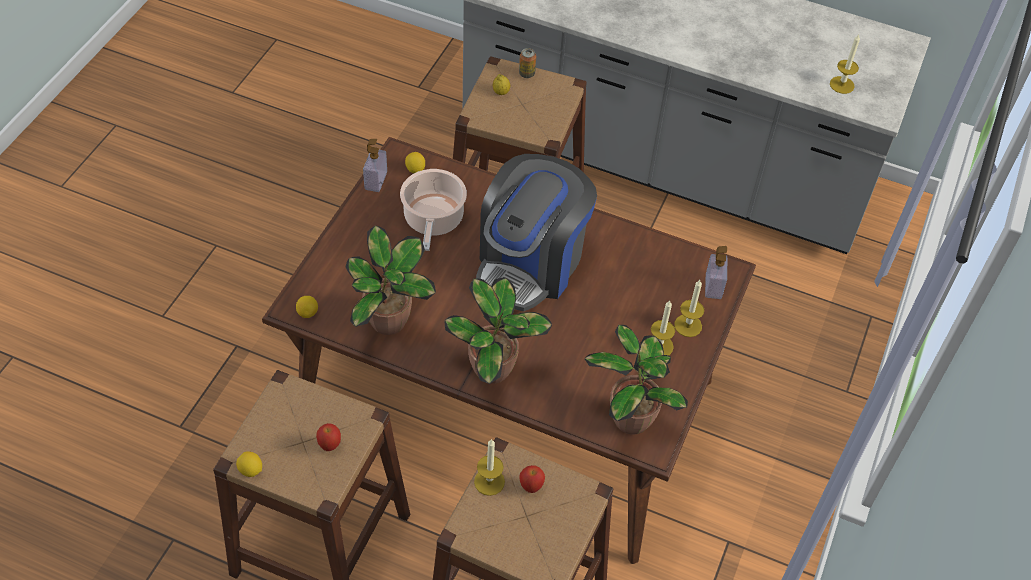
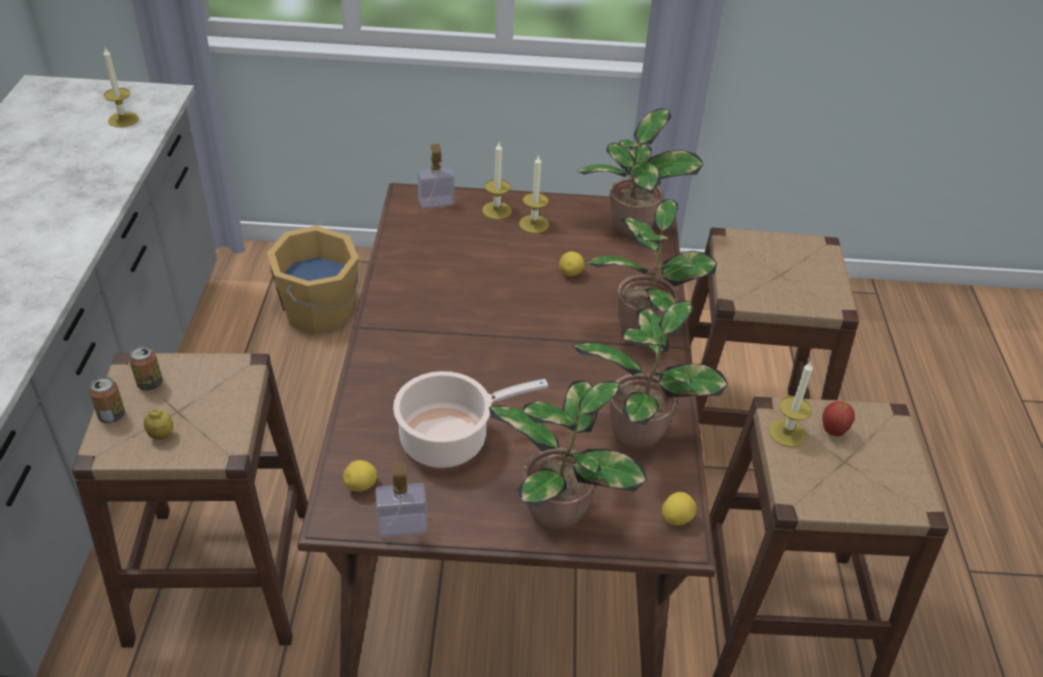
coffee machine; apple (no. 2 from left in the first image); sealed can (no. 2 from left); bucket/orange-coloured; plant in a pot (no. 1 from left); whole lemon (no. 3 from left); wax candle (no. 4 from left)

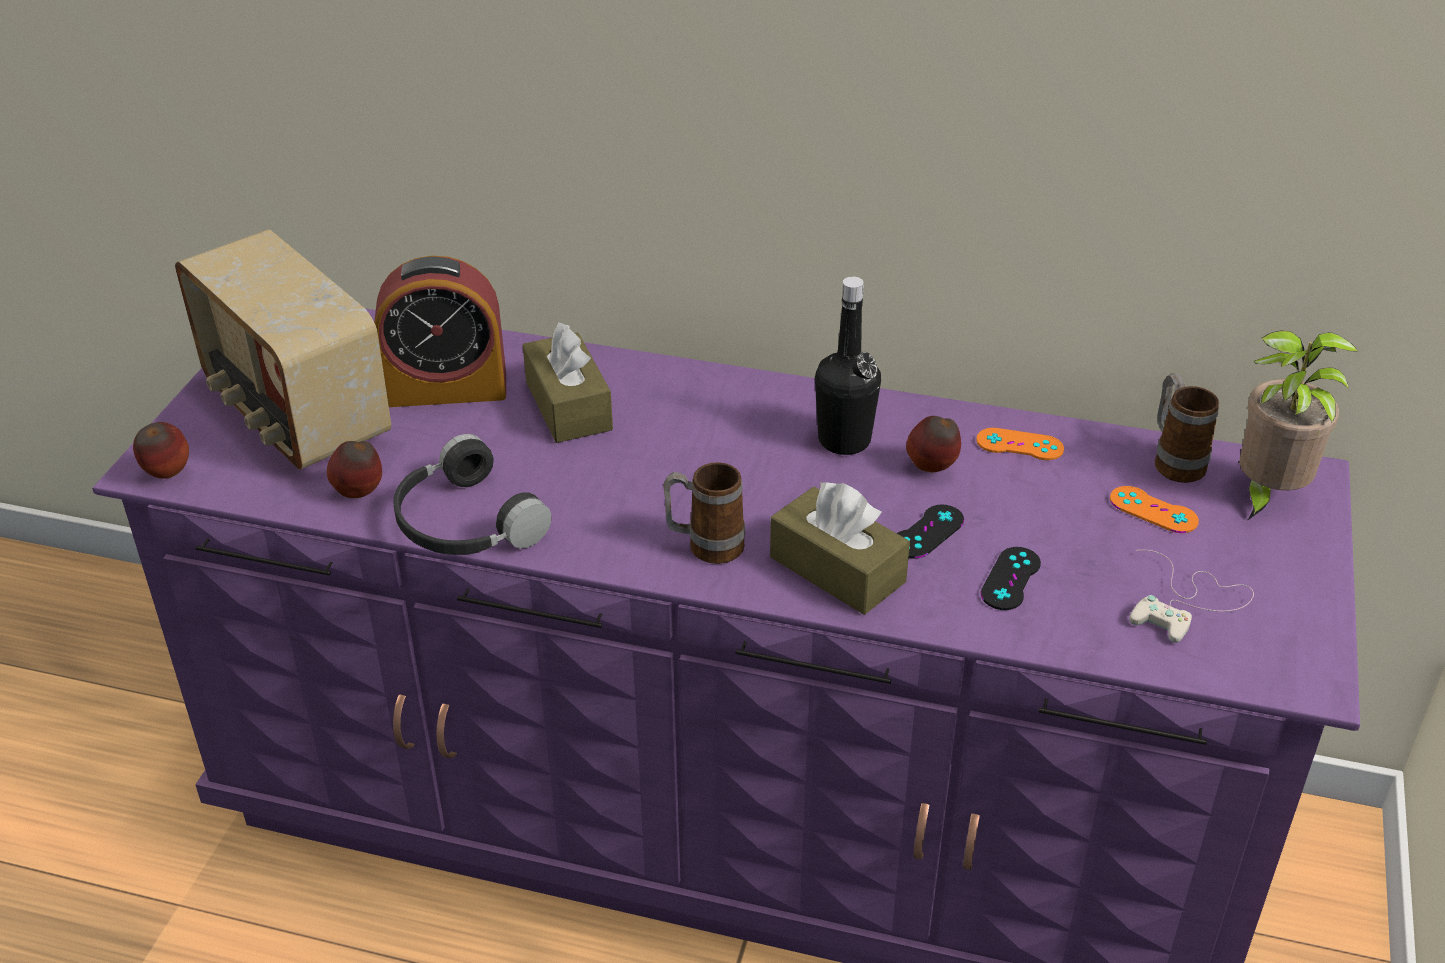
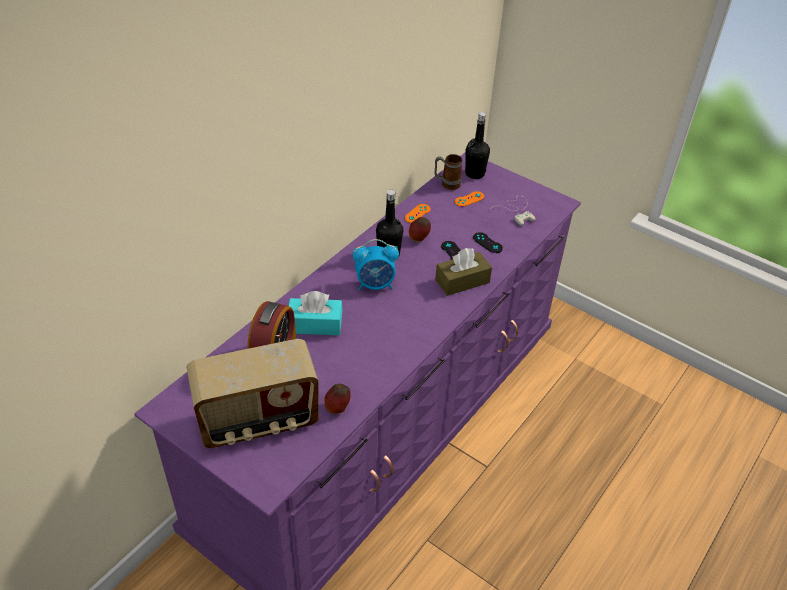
apple (no. 1 from left in the first image); headphones/black; mug (no. 1 from left in the first image); bedside clock (no. 2 from left); drink bottle/black (no. 2 from left); tissue holder/blue-green

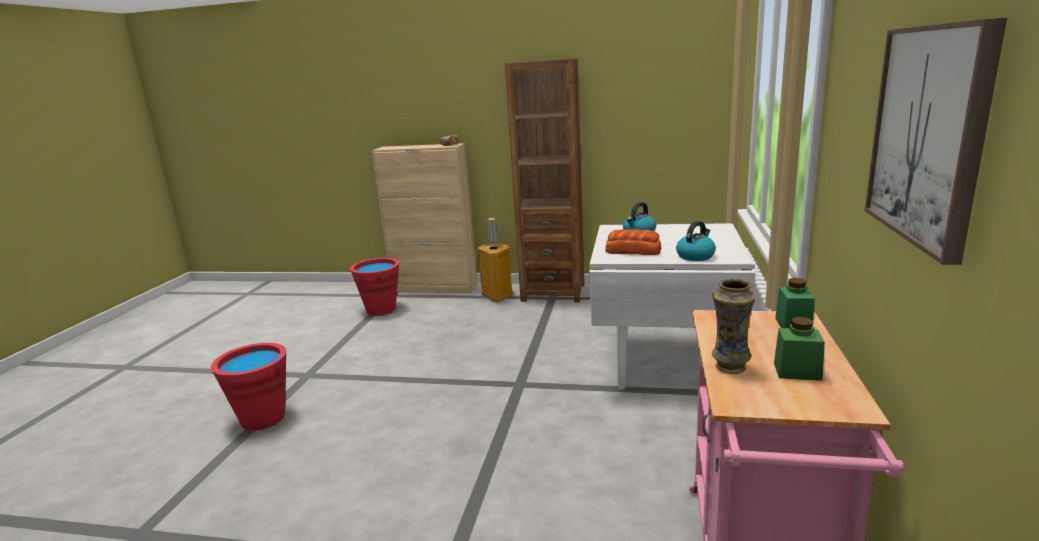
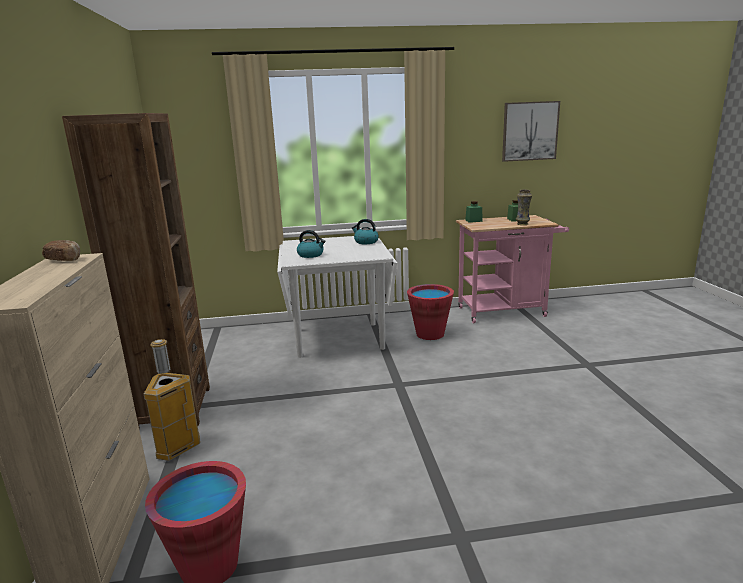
baked bread (no. 2 from left in the first image); bucket/red-coloured (no. 2 from left)

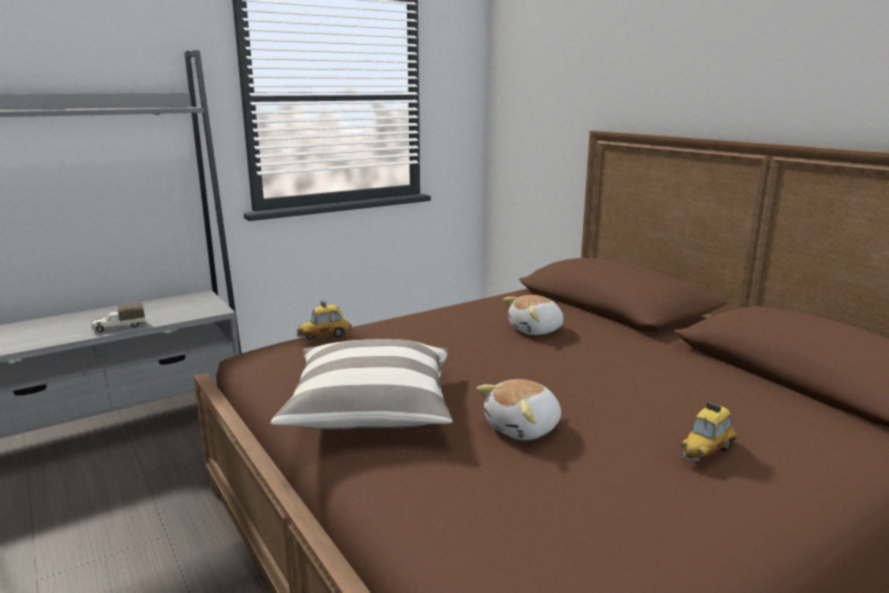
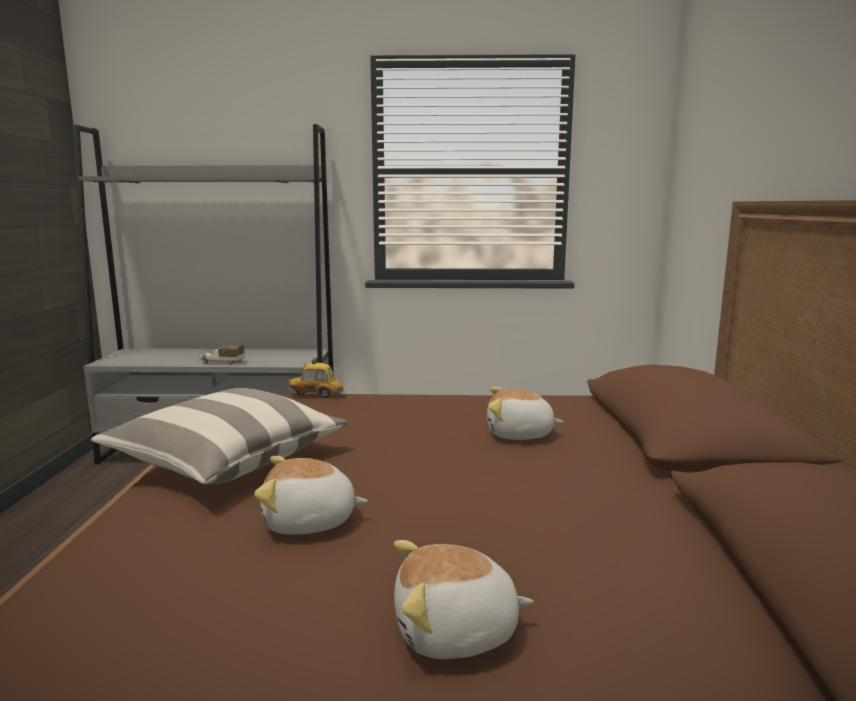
cuddly toy (no. 2 from left)

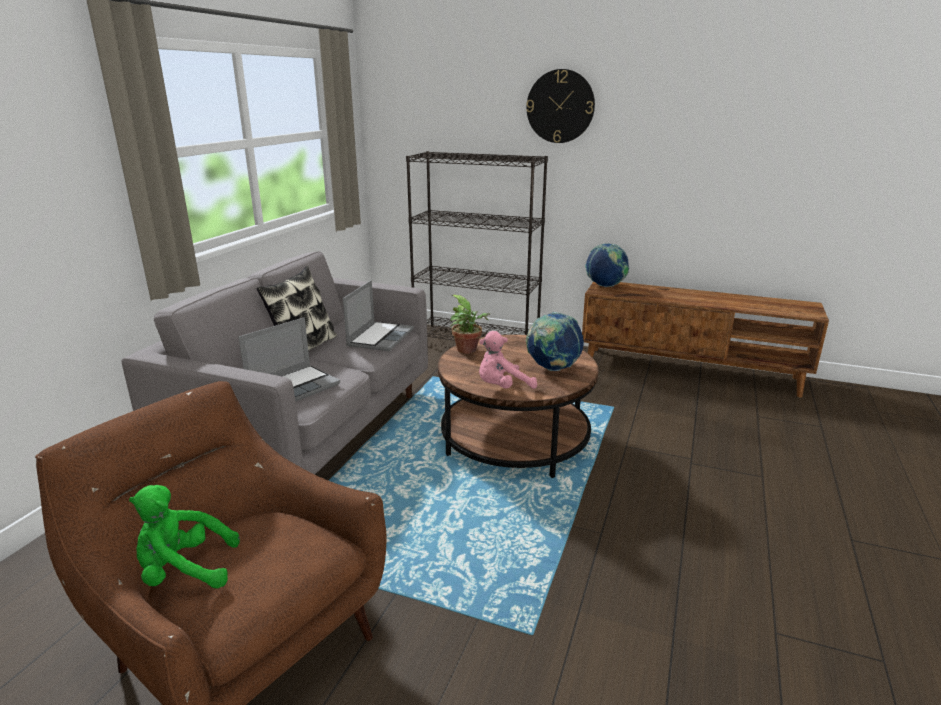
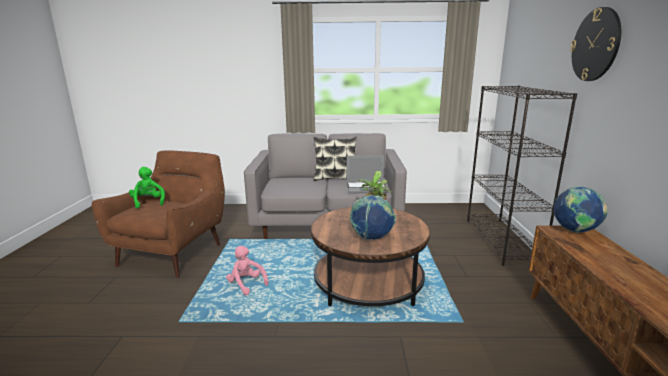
portable computer (no. 1 from left in the first image); cuddly toy/pinkish

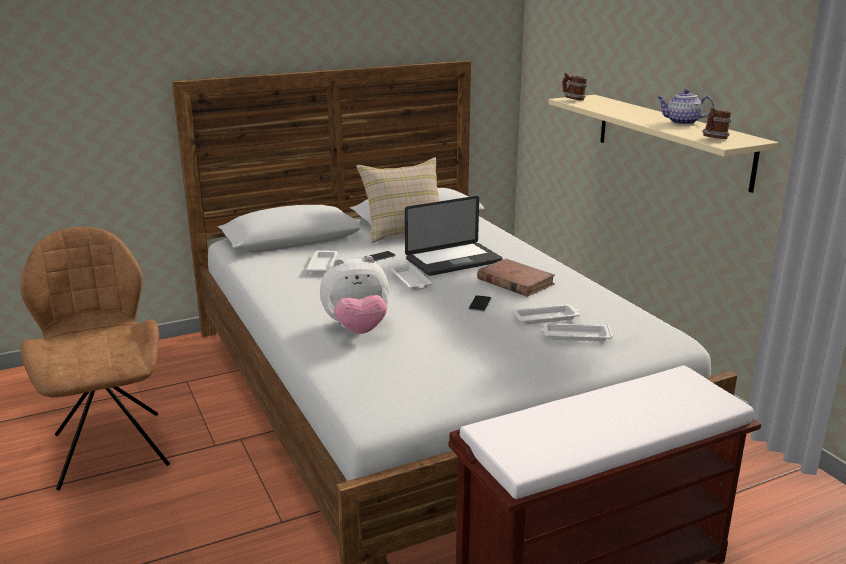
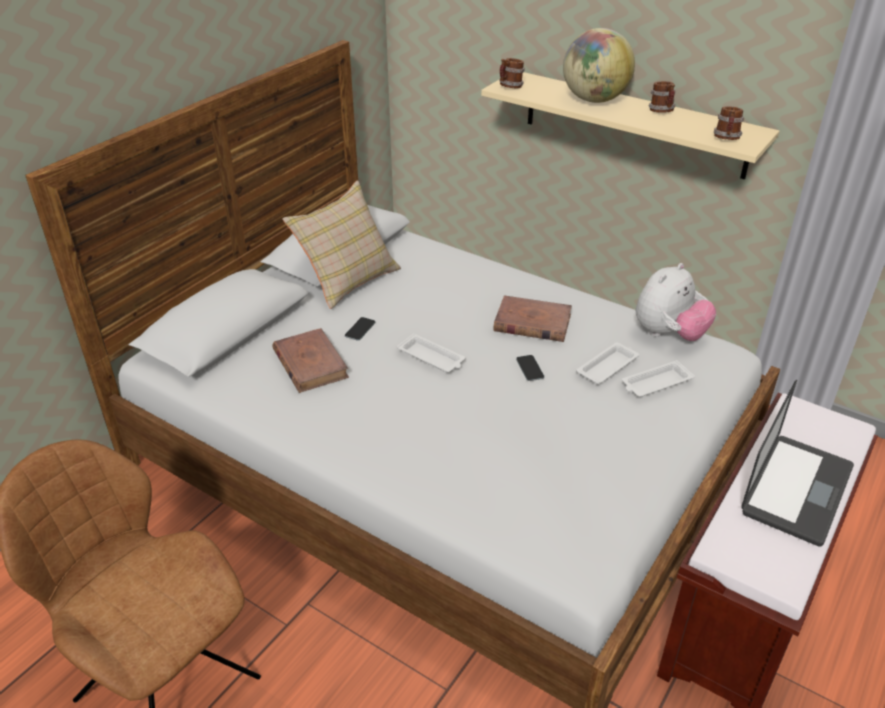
desk globe; cuddly toy; portable computer; book/brown (no. 1 from left); mug (no. 2 from left)

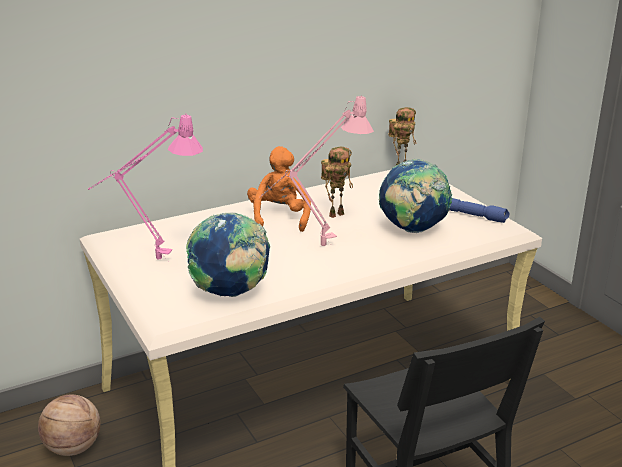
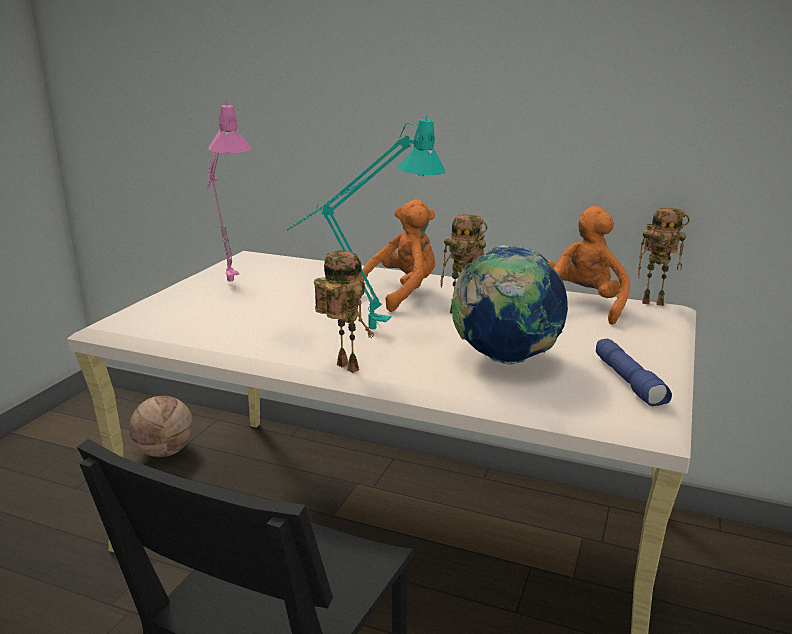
desk globe (no. 1 from left in the first image); model robot (no. 1 from left); cuddly toy/orange-coloured (no. 2 from left); lamp for a table/blue-green

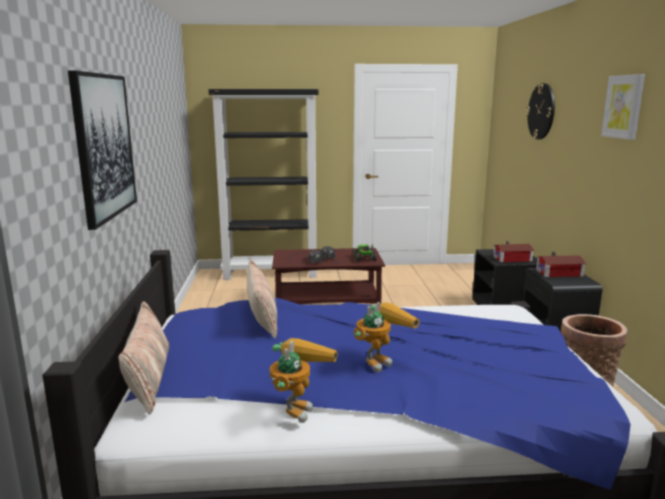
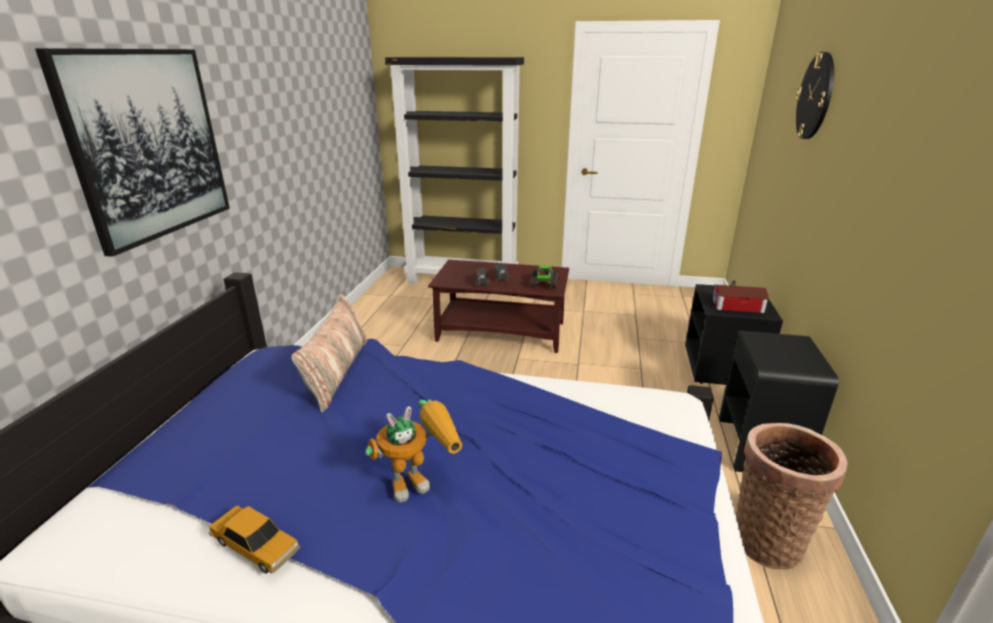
pillow (no. 1 from left in the first image); miniature house (no. 2 from left in the first image); picture (no. 2 from left in the first image); miniature car

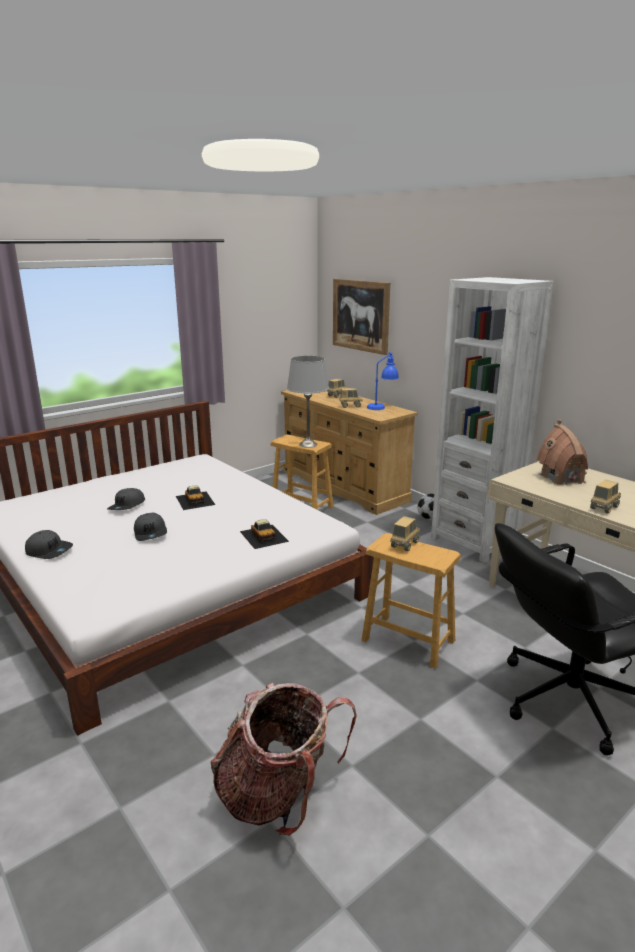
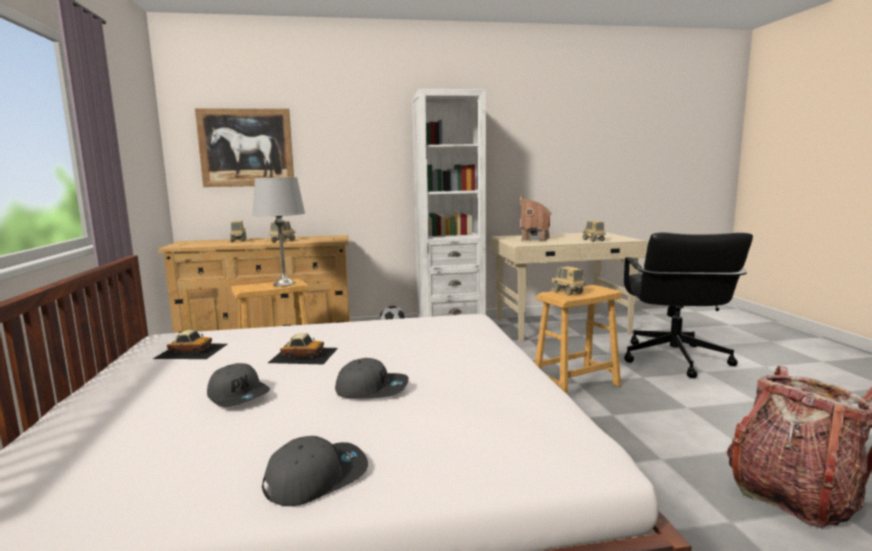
lamp for a table/blue; miniature car (no. 1 from left)

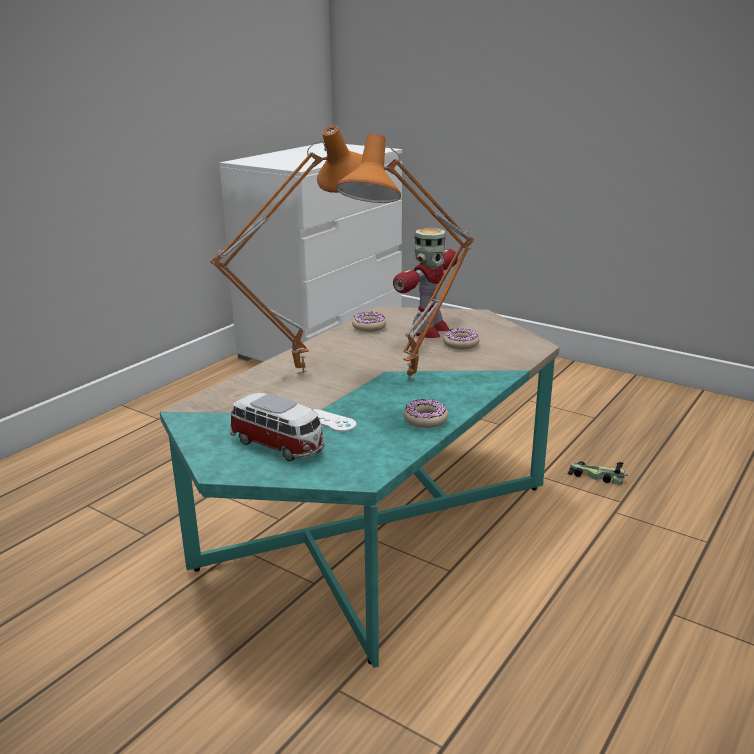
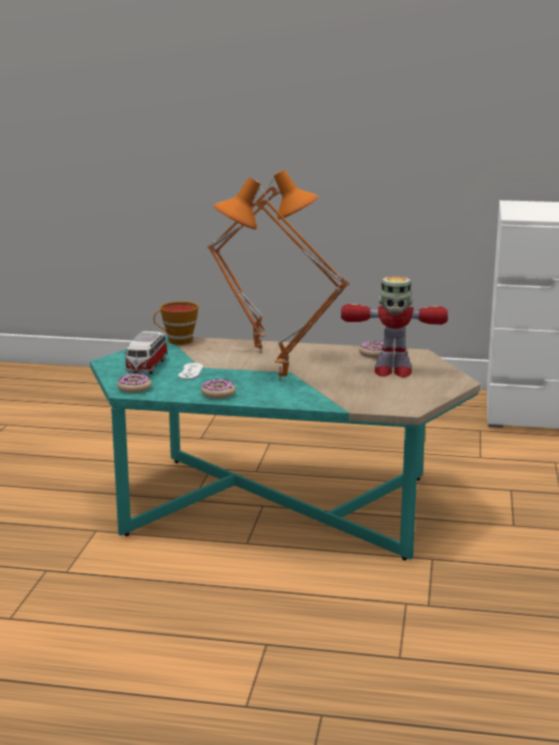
miniature car (no. 2 from left in the first image); cup; ring doughnut (no. 1 from left)

